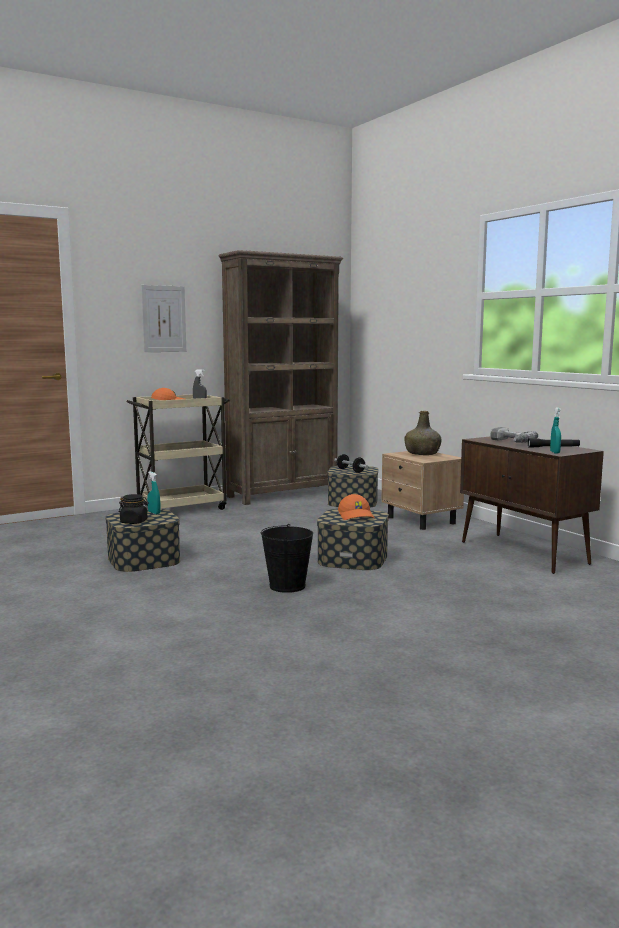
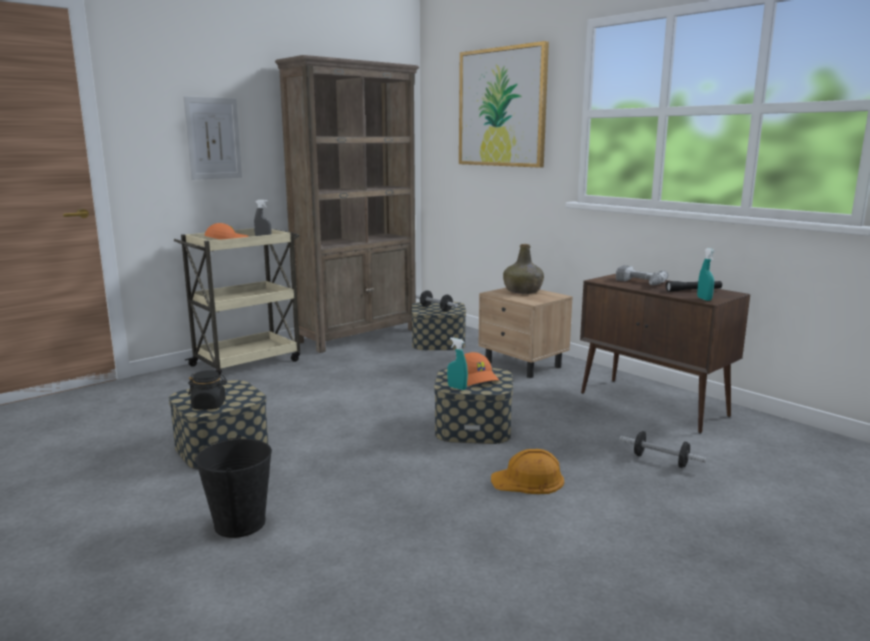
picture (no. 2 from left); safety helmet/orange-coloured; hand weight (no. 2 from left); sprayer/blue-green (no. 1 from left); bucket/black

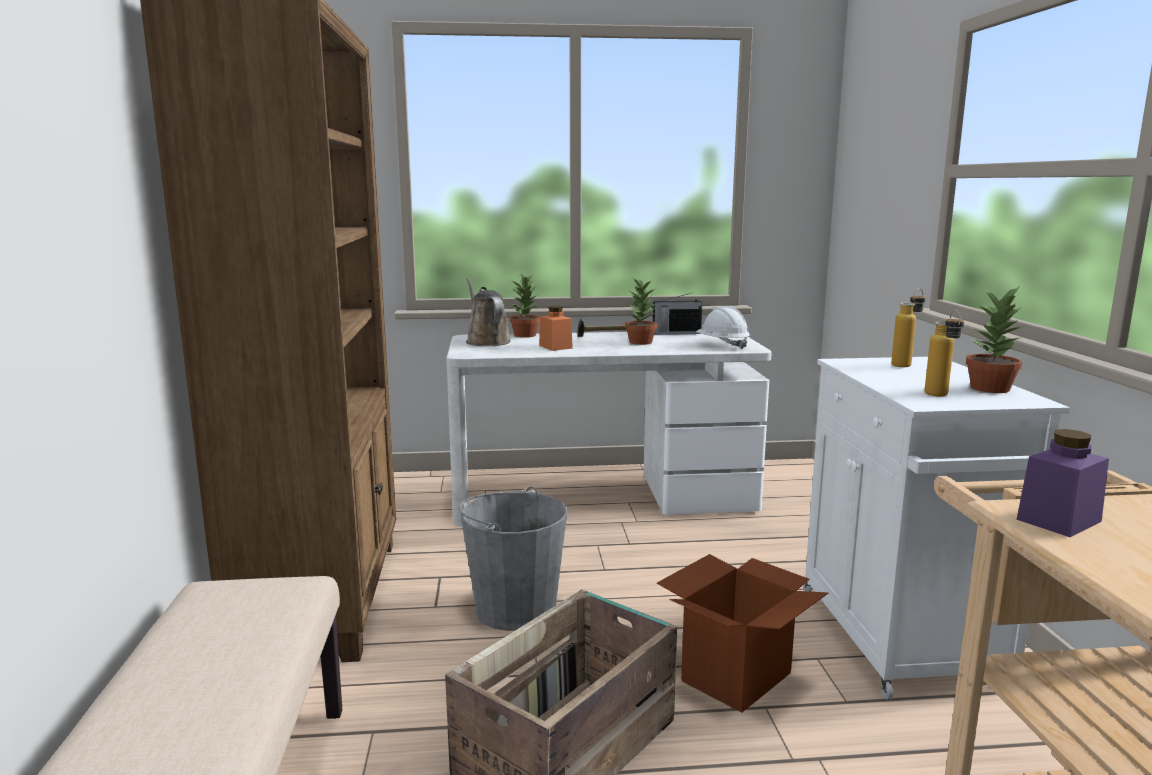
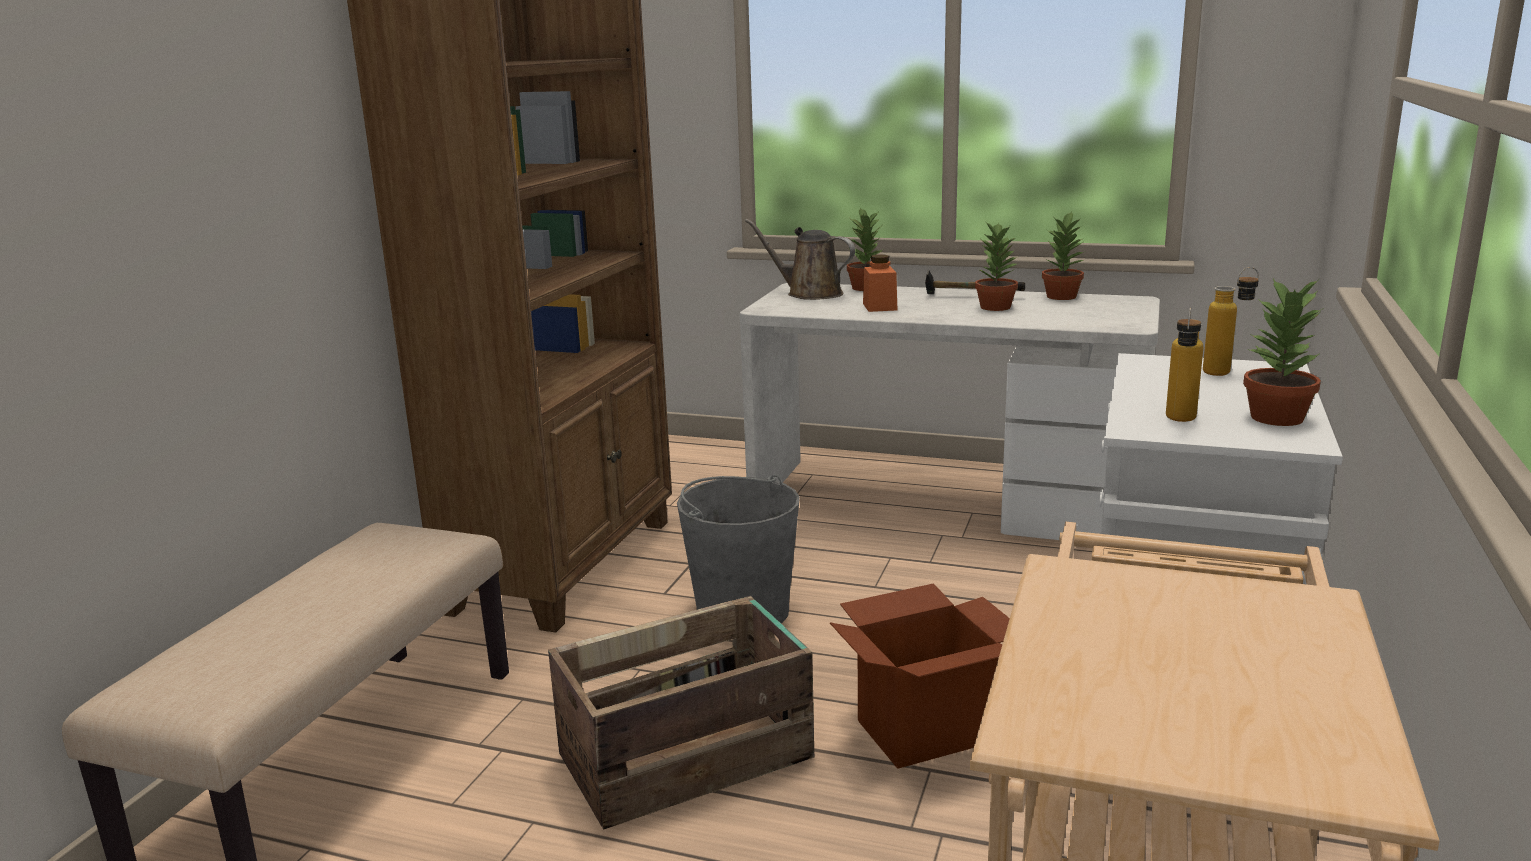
safety helmet/whitish; storage jar/purple; plant in a pot (no. 3 from left); sprinkling can/brown

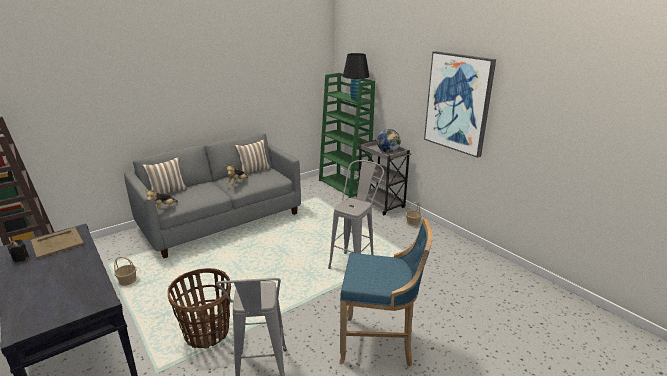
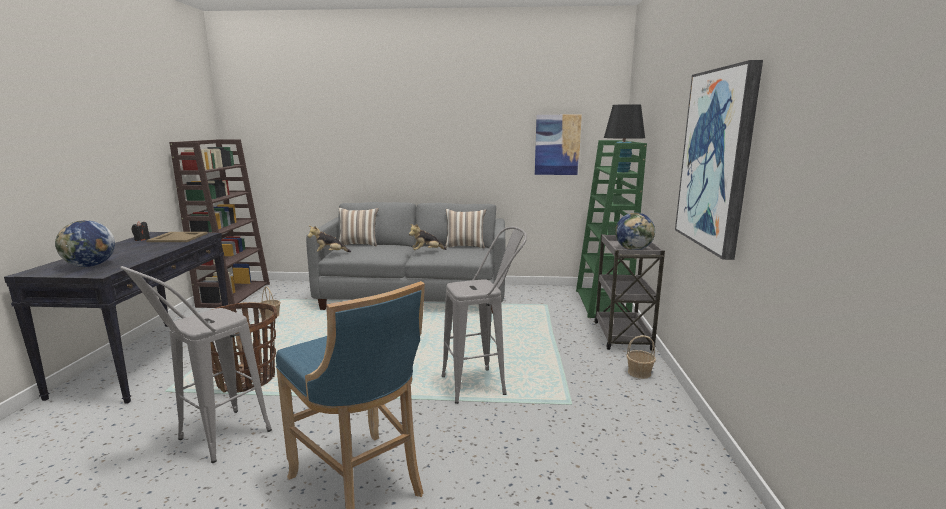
desk globe (no. 1 from left); picture (no. 1 from left)

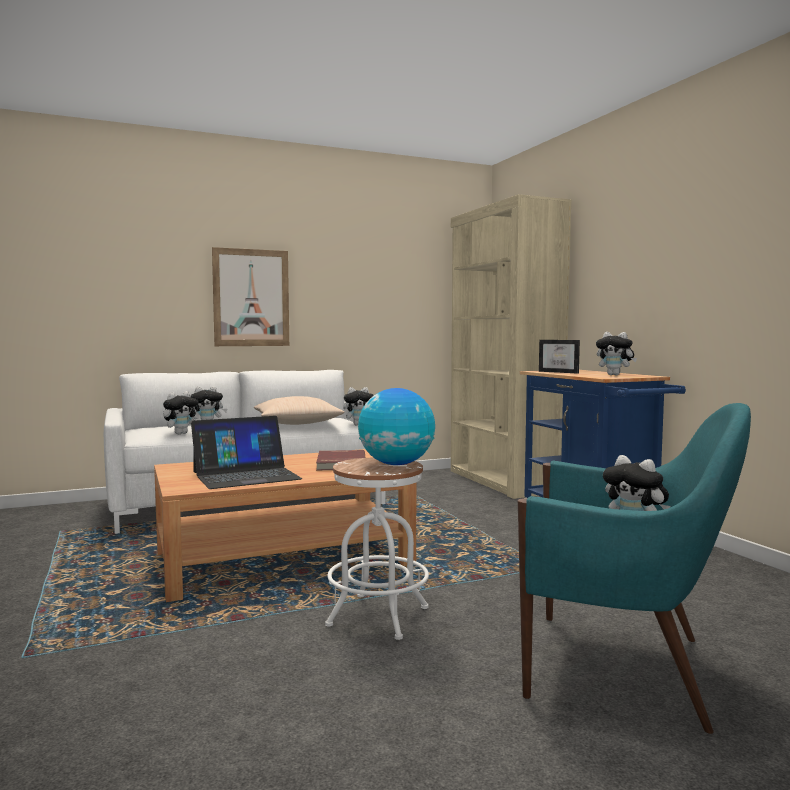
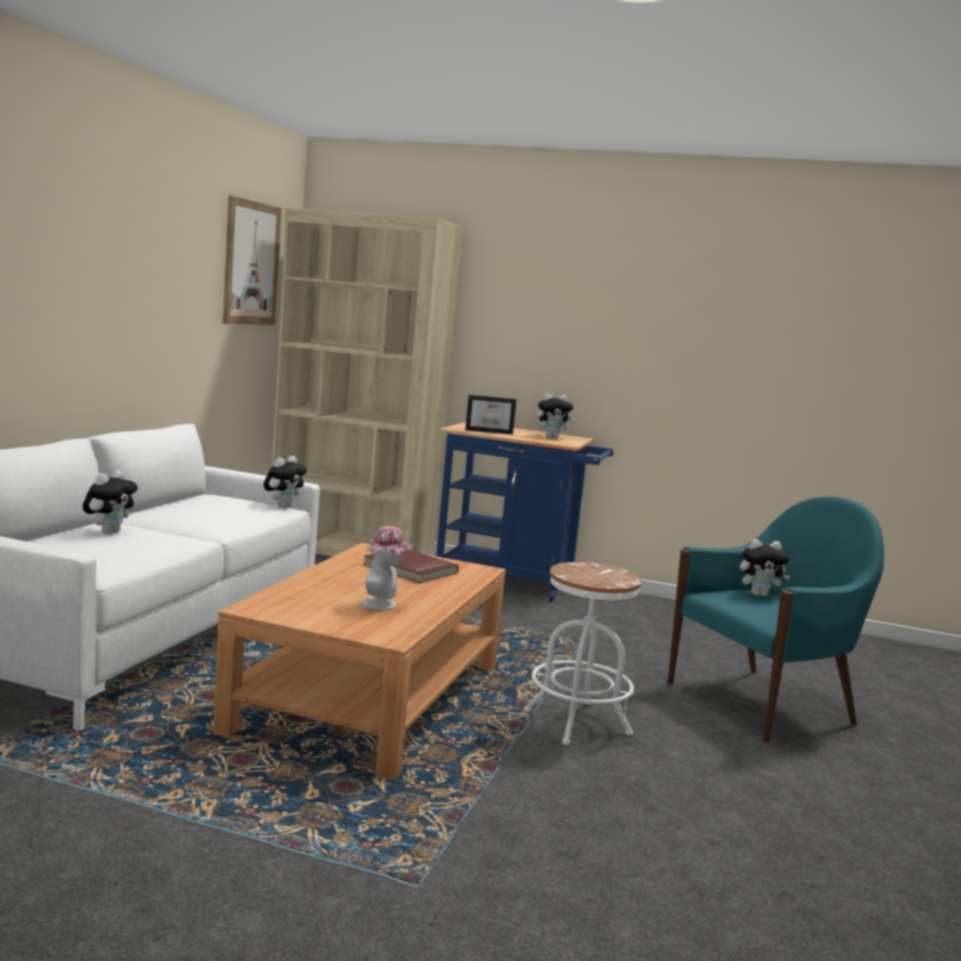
cuddly toy (no. 1 from left in the first image); pillow/beige-coloured; desk globe; picture; wearable hat

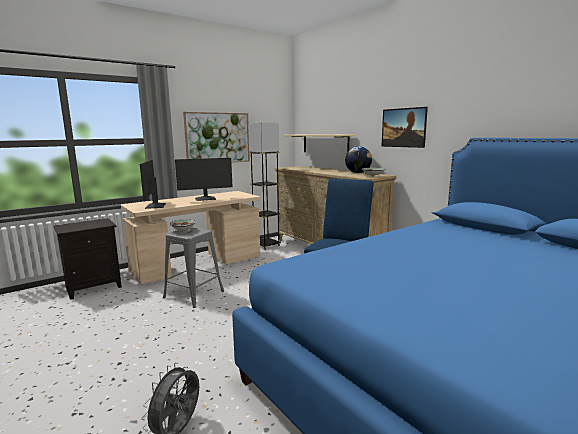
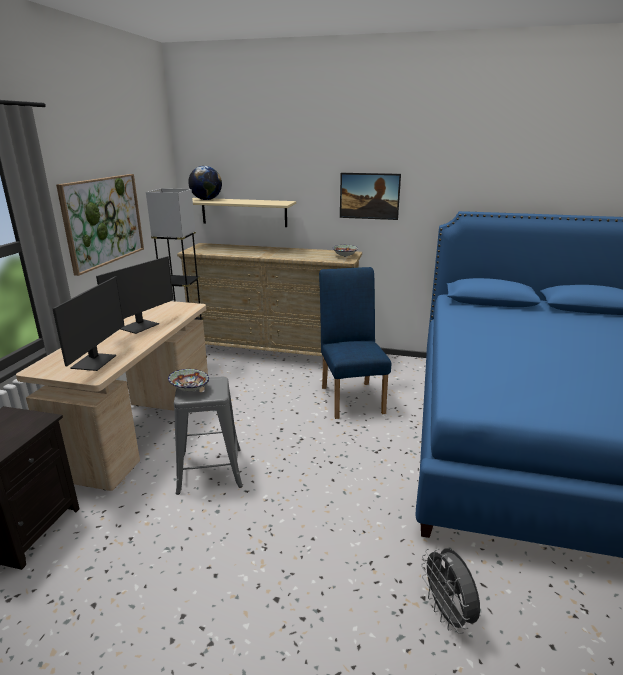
desk globe; computer display (no. 1 from left)

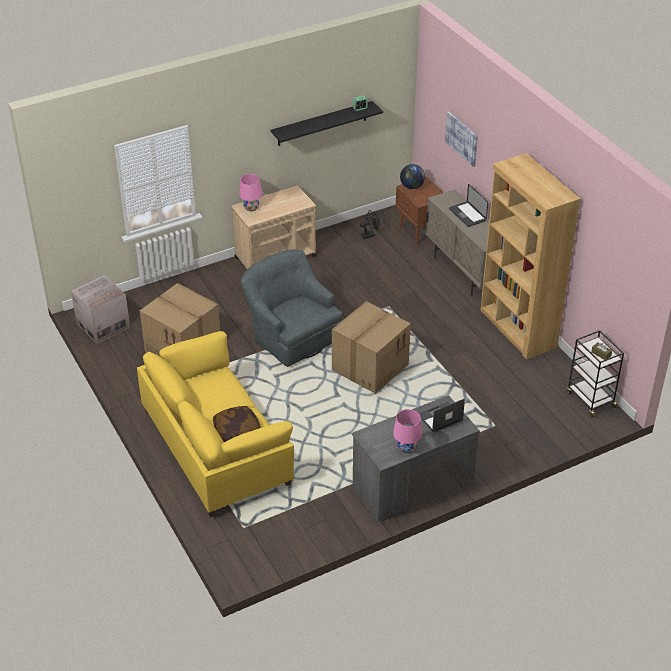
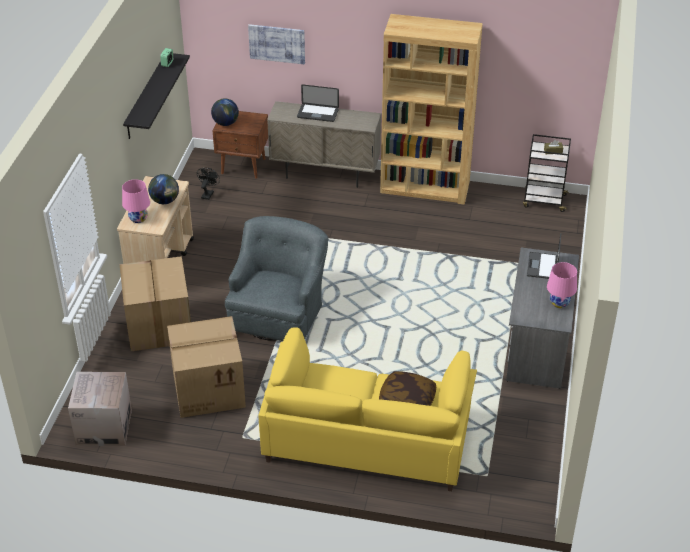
desk globe (no. 1 from left); carton (no. 2 from left); easy chair/gray

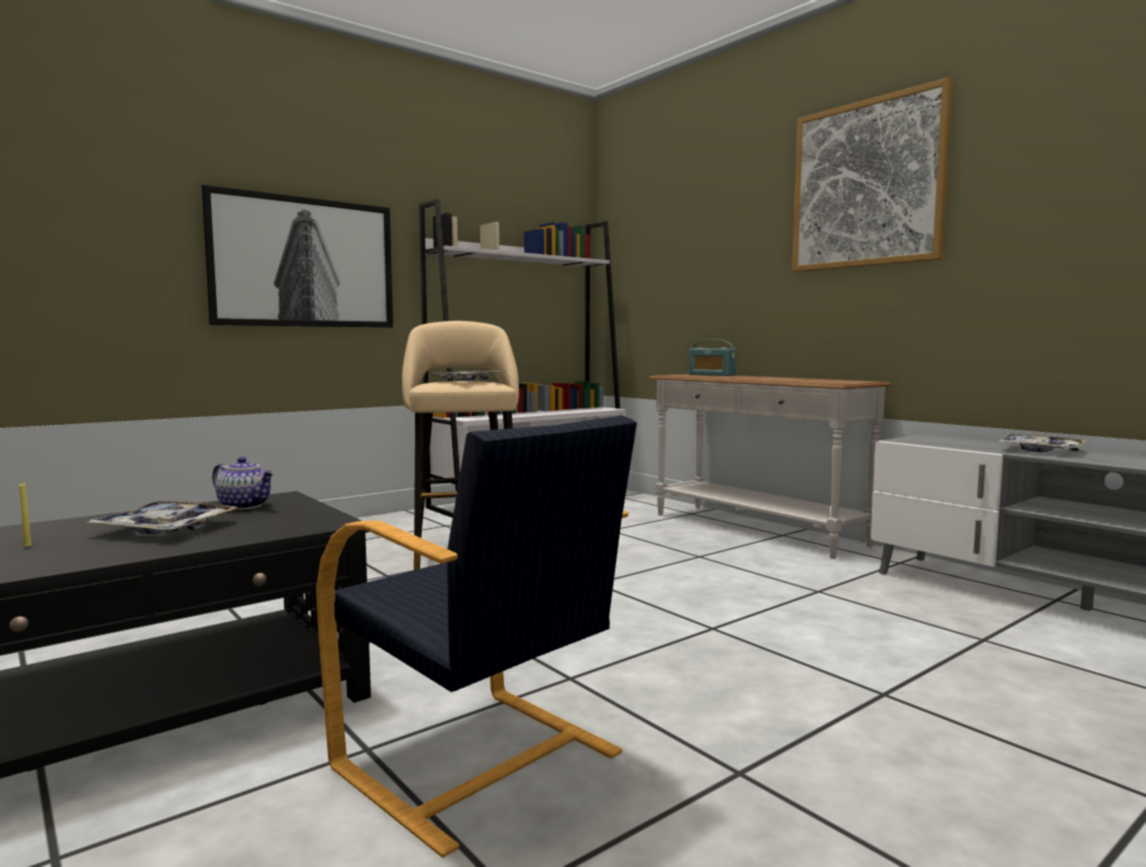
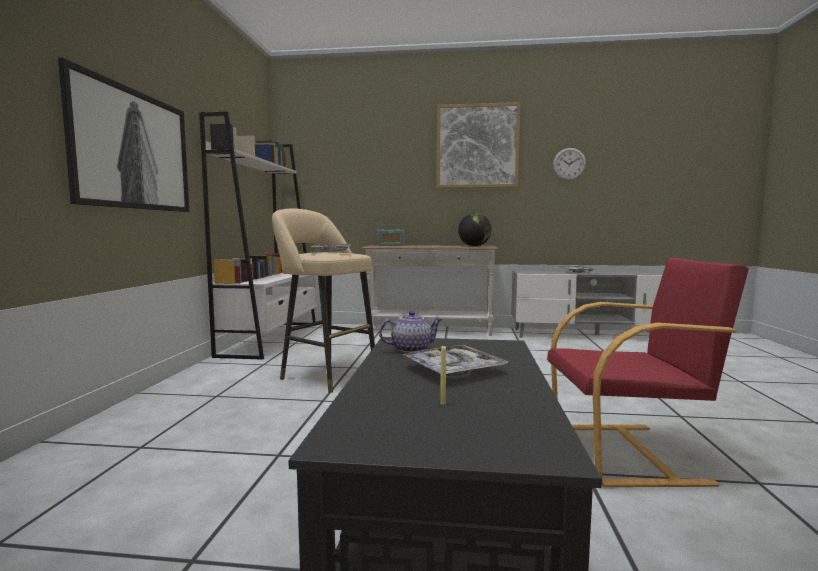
desk globe; wall clock; easy chair/red-coloured

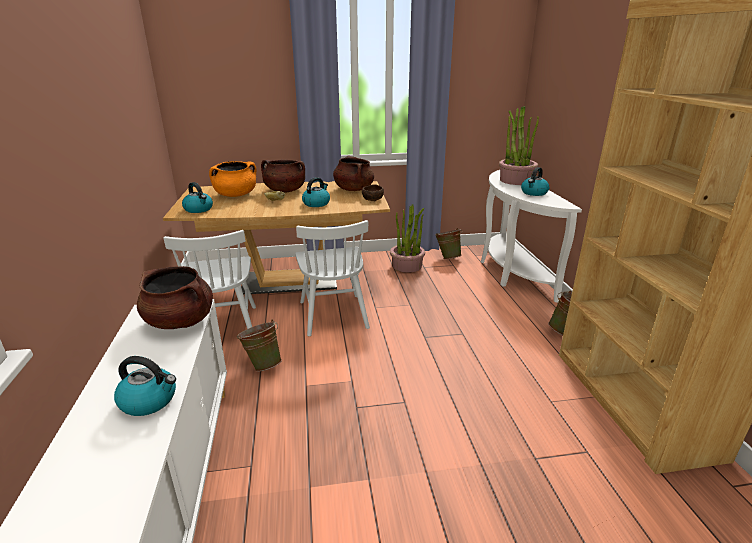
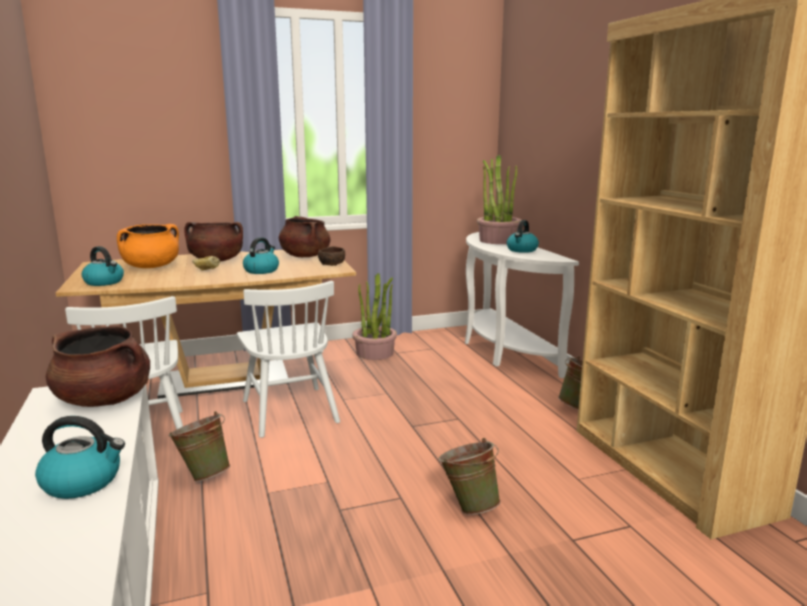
bucket/greenish (no. 2 from left)

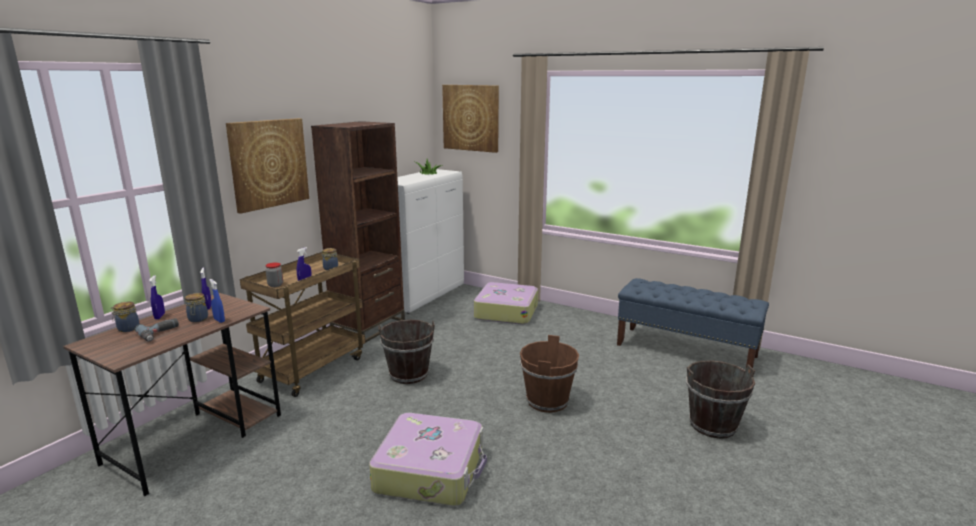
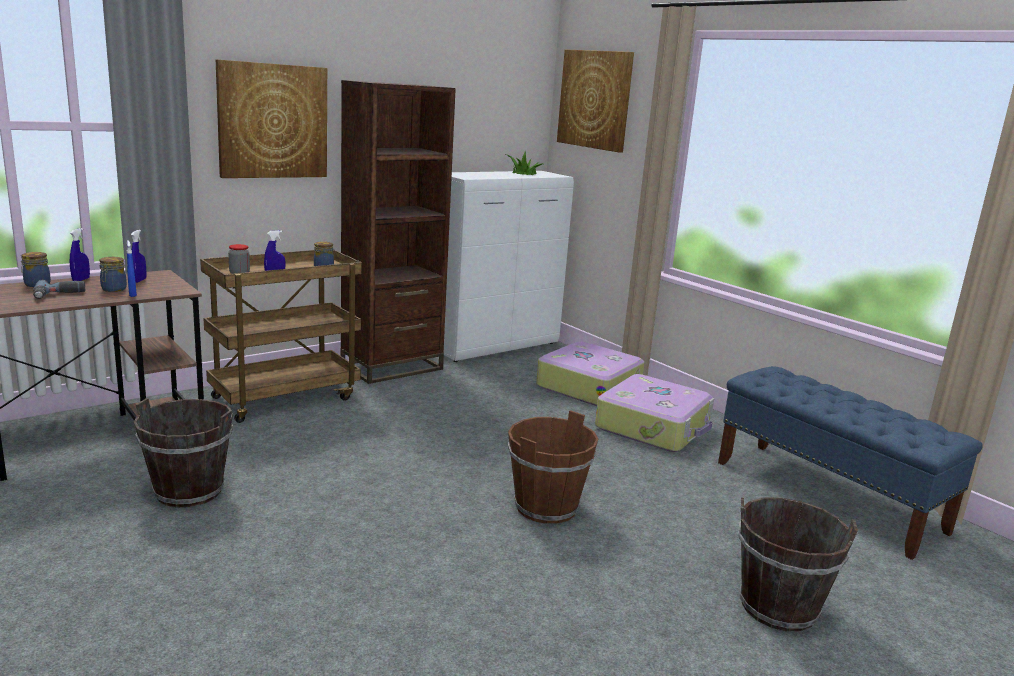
travel case (no. 2 from left); bucket/brown (no. 1 from left)

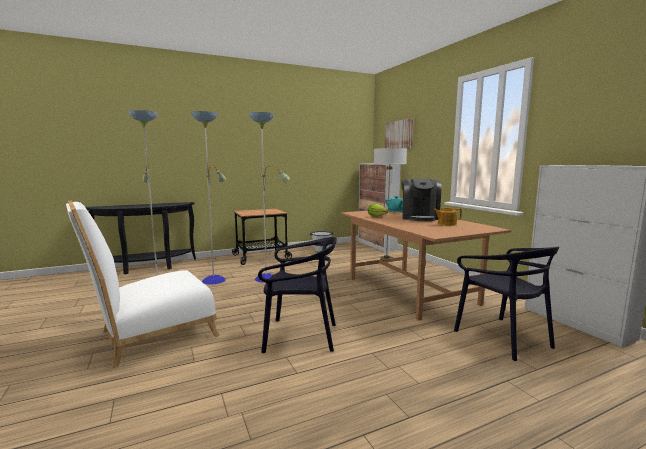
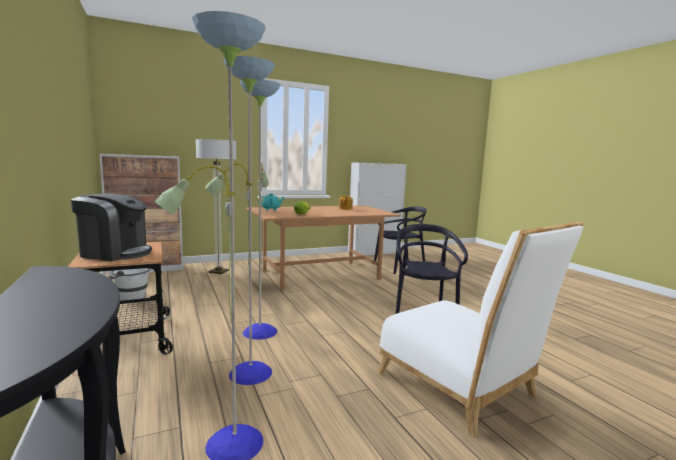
picture; coffee machine

